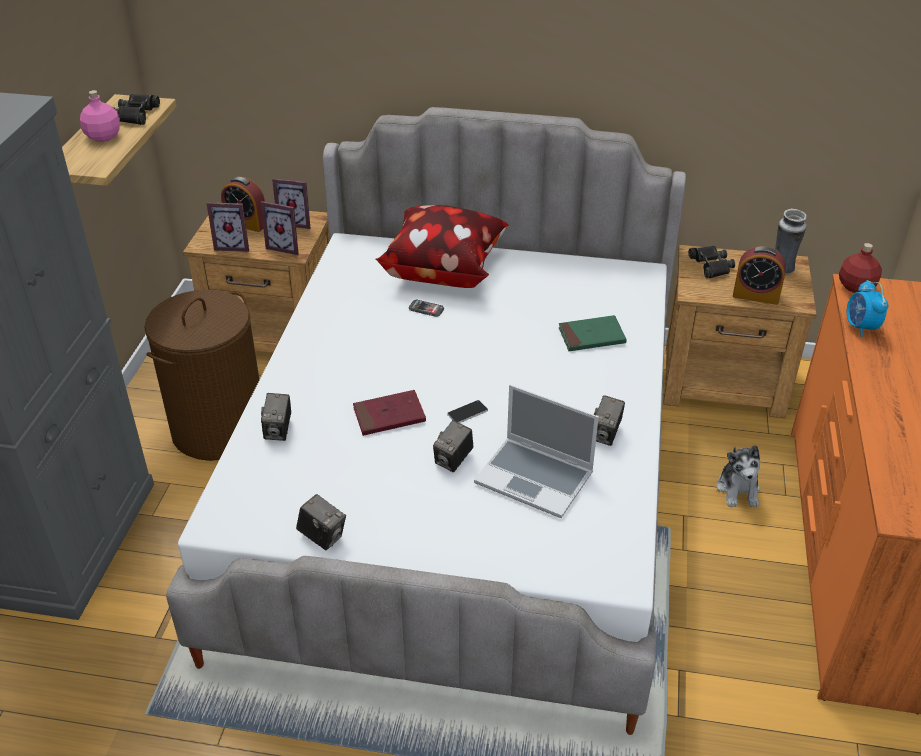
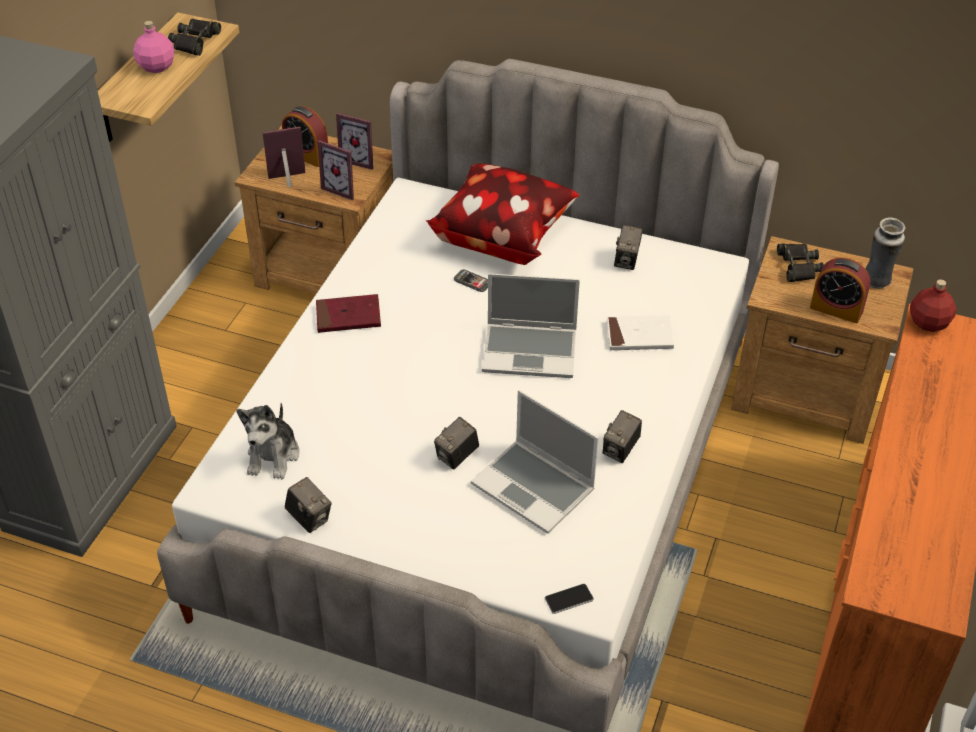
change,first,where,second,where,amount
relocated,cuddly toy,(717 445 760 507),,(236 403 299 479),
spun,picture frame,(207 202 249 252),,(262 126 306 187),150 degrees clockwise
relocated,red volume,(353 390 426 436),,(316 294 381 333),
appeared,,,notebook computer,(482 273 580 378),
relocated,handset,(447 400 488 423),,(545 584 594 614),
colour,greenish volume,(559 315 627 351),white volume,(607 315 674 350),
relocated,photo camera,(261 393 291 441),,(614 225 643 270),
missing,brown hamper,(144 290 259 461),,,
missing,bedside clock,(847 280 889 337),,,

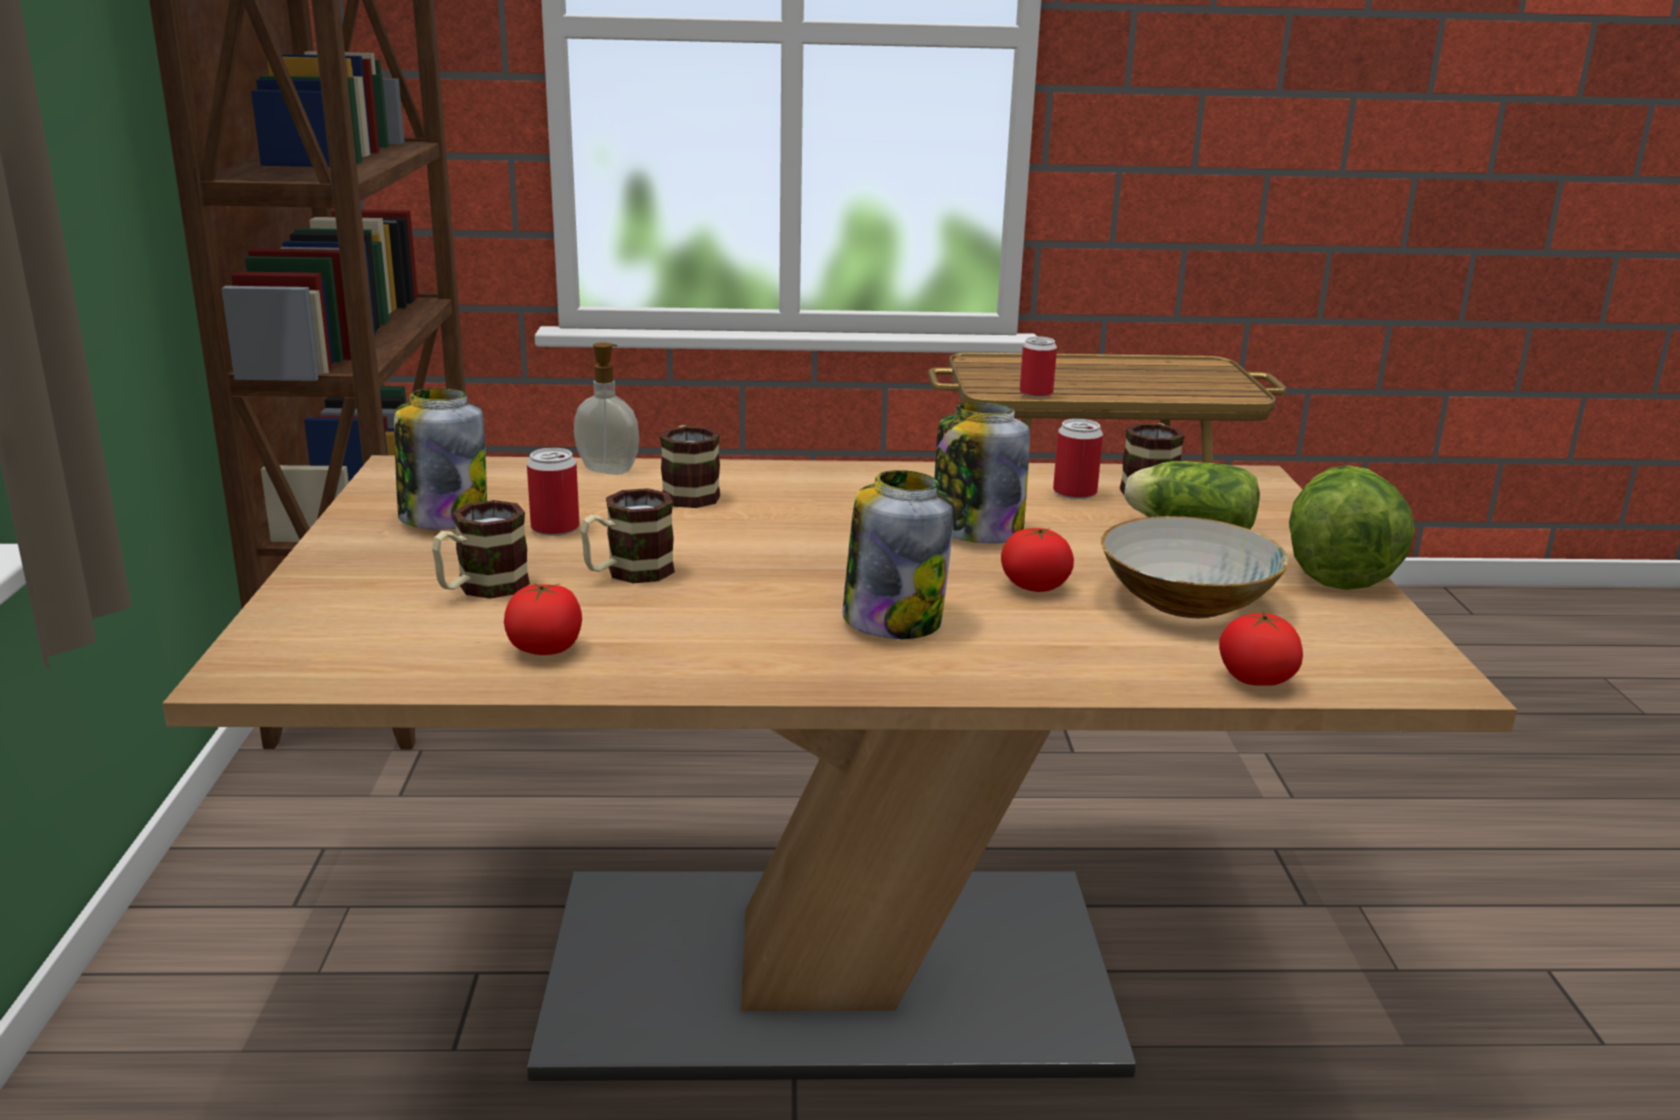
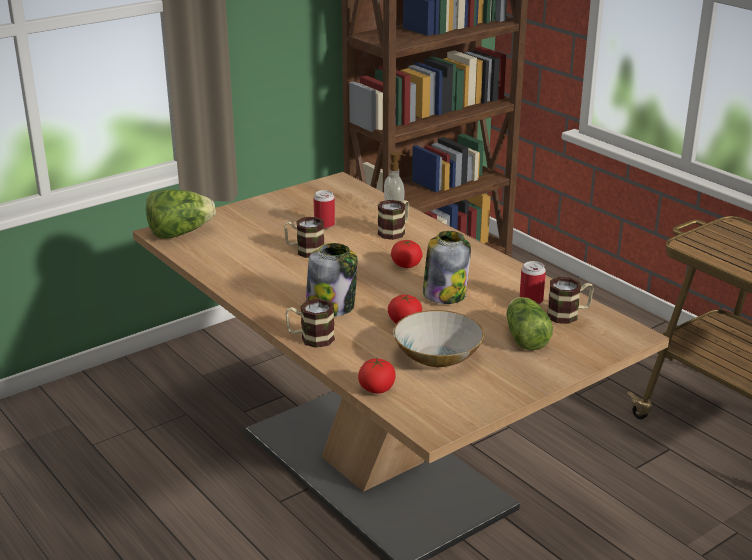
change,first,where,second,where,amount
relocated,lettuce,(1289 465 1415 590),,(146 189 216 239),
relocated,tea mug,(432 500 530 599),,(285 298 335 348),
relocated,tomato,(504 583 582 655),,(391 240 422 268),
missing,storage jar,(394 388 487 530),,,
missing,sealed can,(1020 336 1057 398),,,

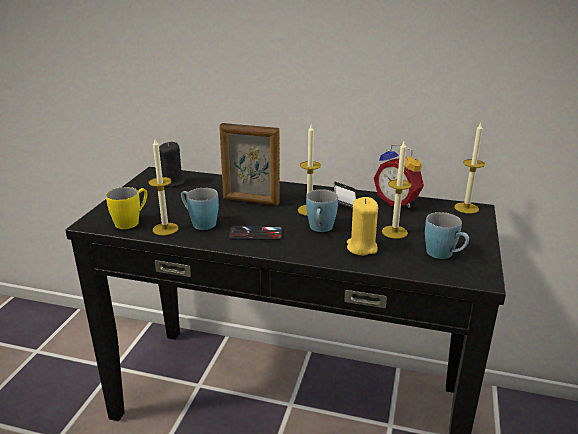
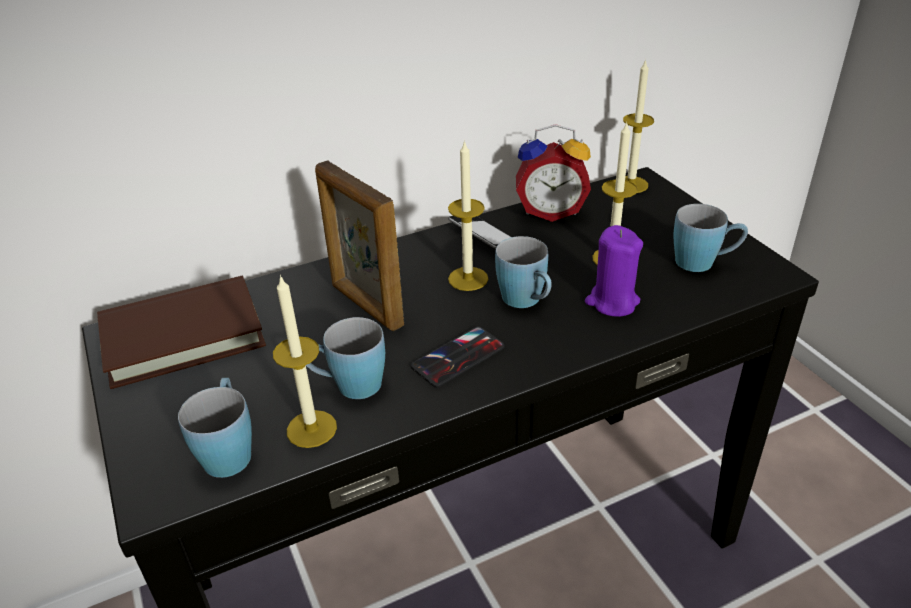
change,first,where,second,where,amount
exchanged,black-coloured candle,(159 142 186 187),brown volume,(97 276 266 389),
colour,yellow-coloured tea mug,(106 187 147 229),bluish tea mug,(178 378 252 478),
spun,picture frame,(219 123 280 205),,(315 161 404 331),75 degrees clockwise
colour,yellow-coloured candle,(347 197 378 256),purple-coloured candle,(585 225 643 317),

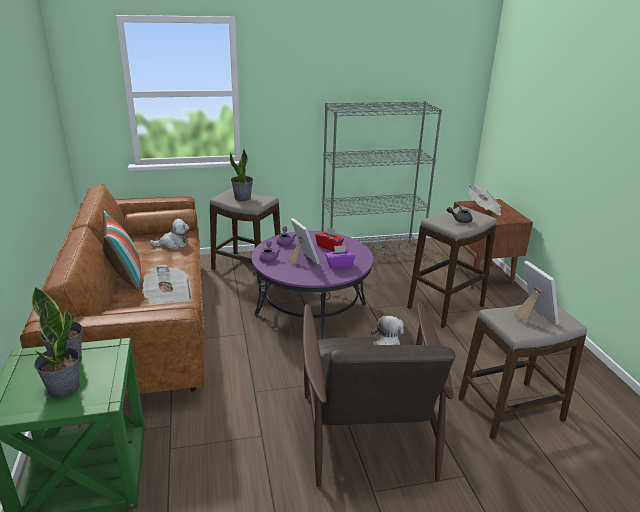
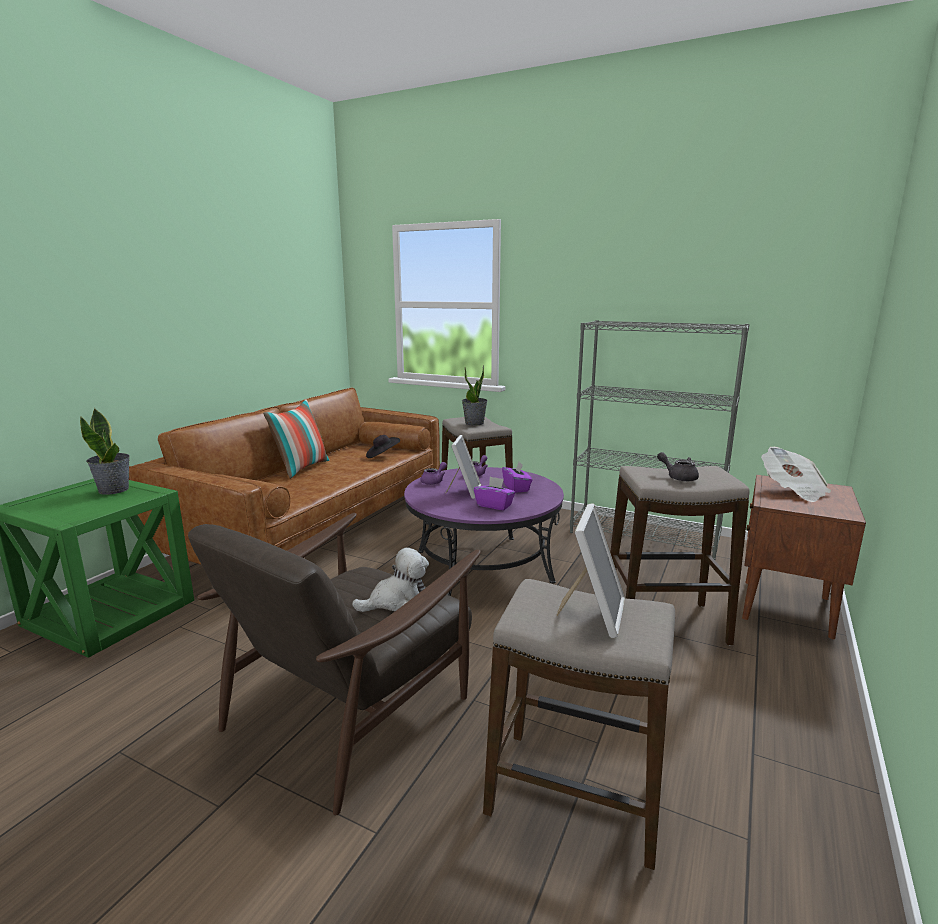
change,first,where,second,where,amount
exchanged,cuddly toy,(149 219 189 249),black-coloured hat,(366 435 400 458),
colour,red tissue holder,(315 227 344 251),purple-coloured tissue holder,(502 462 532 493),
missing,potted plant,(34 308 80 398),,,
missing,daily paper,(142 265 192 305),,,

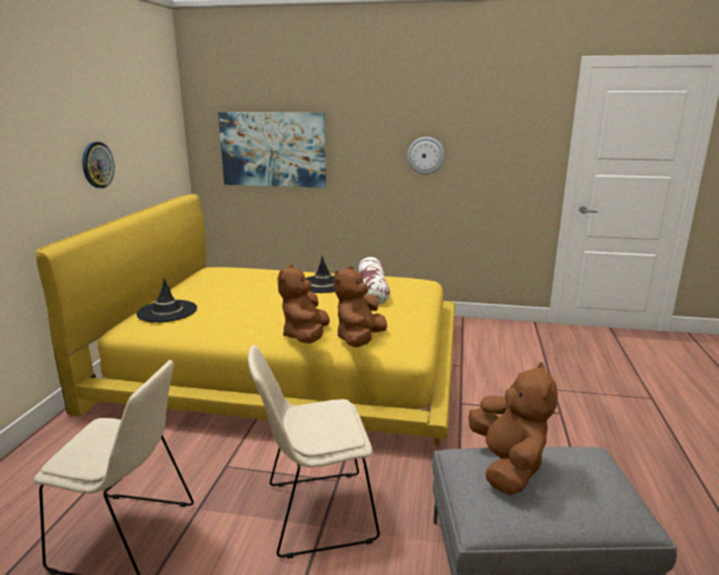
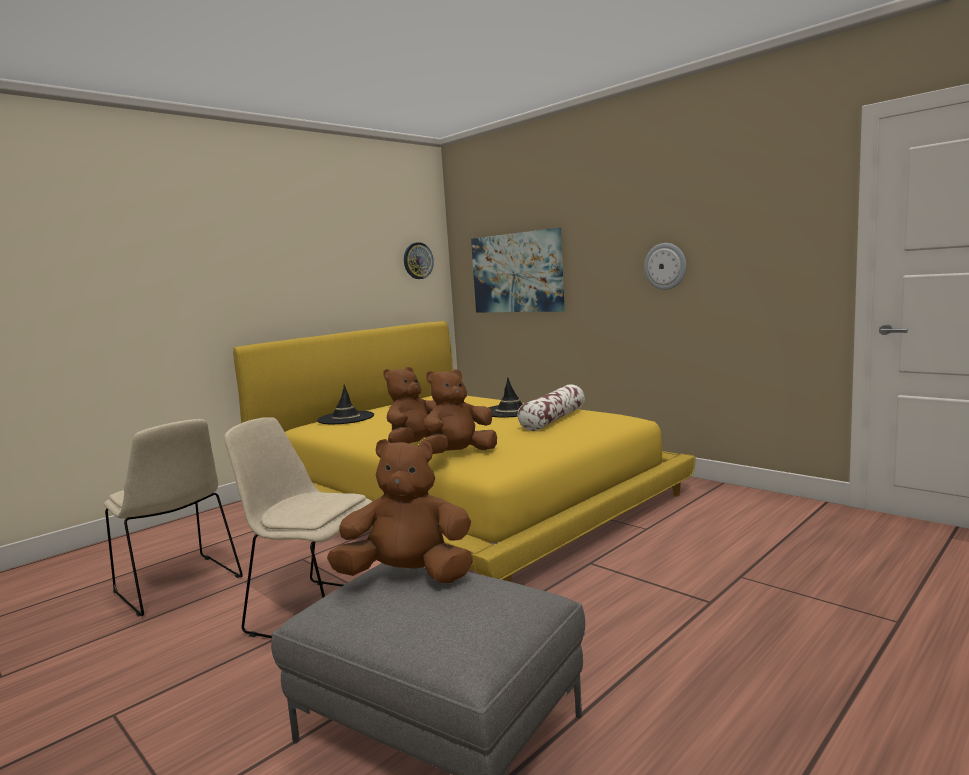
change,first,where,second,where,amount
spun,brown cuddly toy,(468 362 558 495),,(327 439 473 583),120 degrees counterclockwise
relocated,hanging clock,(82 142 115 188),,(404 242 434 279),

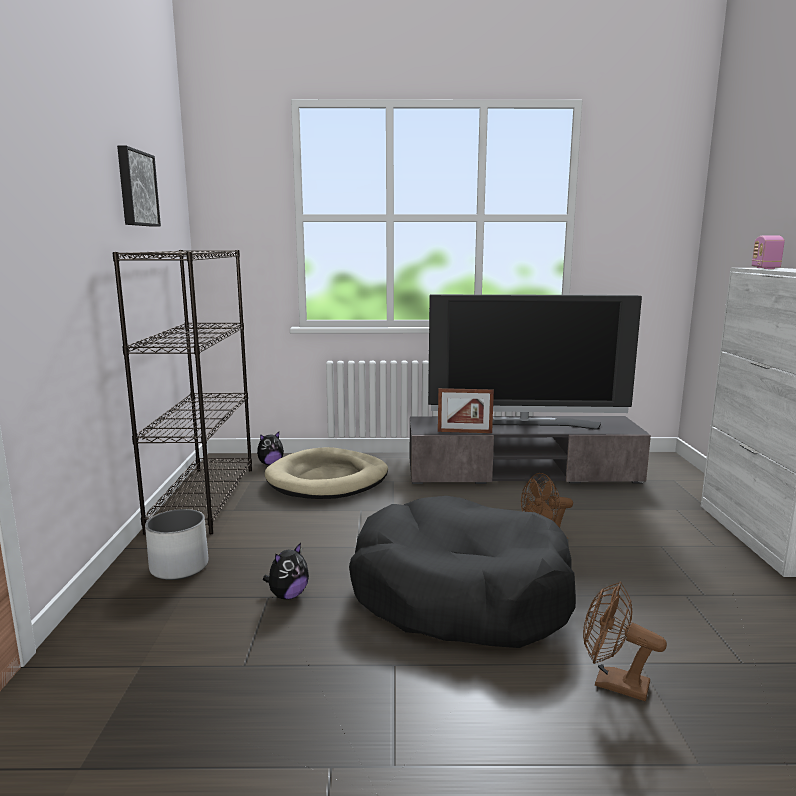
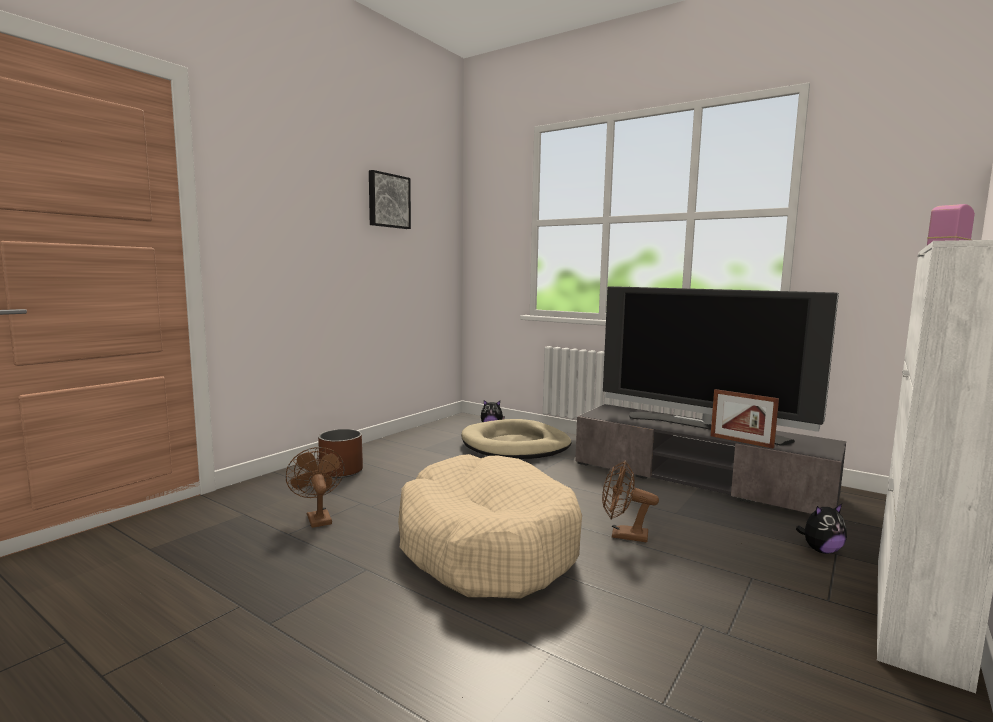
change,first,where,second,where,amount
relocated,brown electric fan,(583 581 667 701),,(285 447 345 528),
colour,white flower pot,(145 509 208 580),brown flower pot,(318 429 363 478),
colour,black-coloured pet bed,(349 496 576 648),sand-coloured pet bed,(398 454 582 599),
relocated,picture frame,(438 388 494 433),,(711 389 779 449),
relocated,cuddly toy,(263 543 309 600),,(796 504 847 554),
missing,black-coloured bookcase,(112 250 252 535),,,

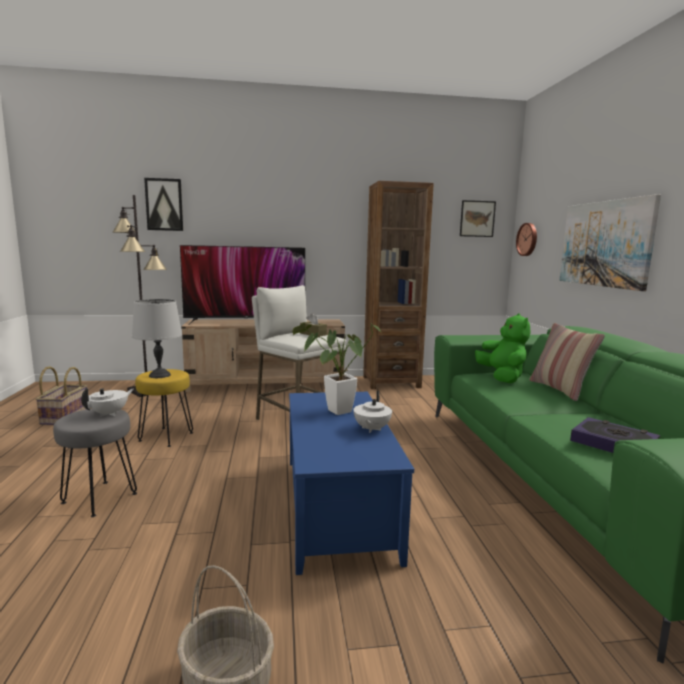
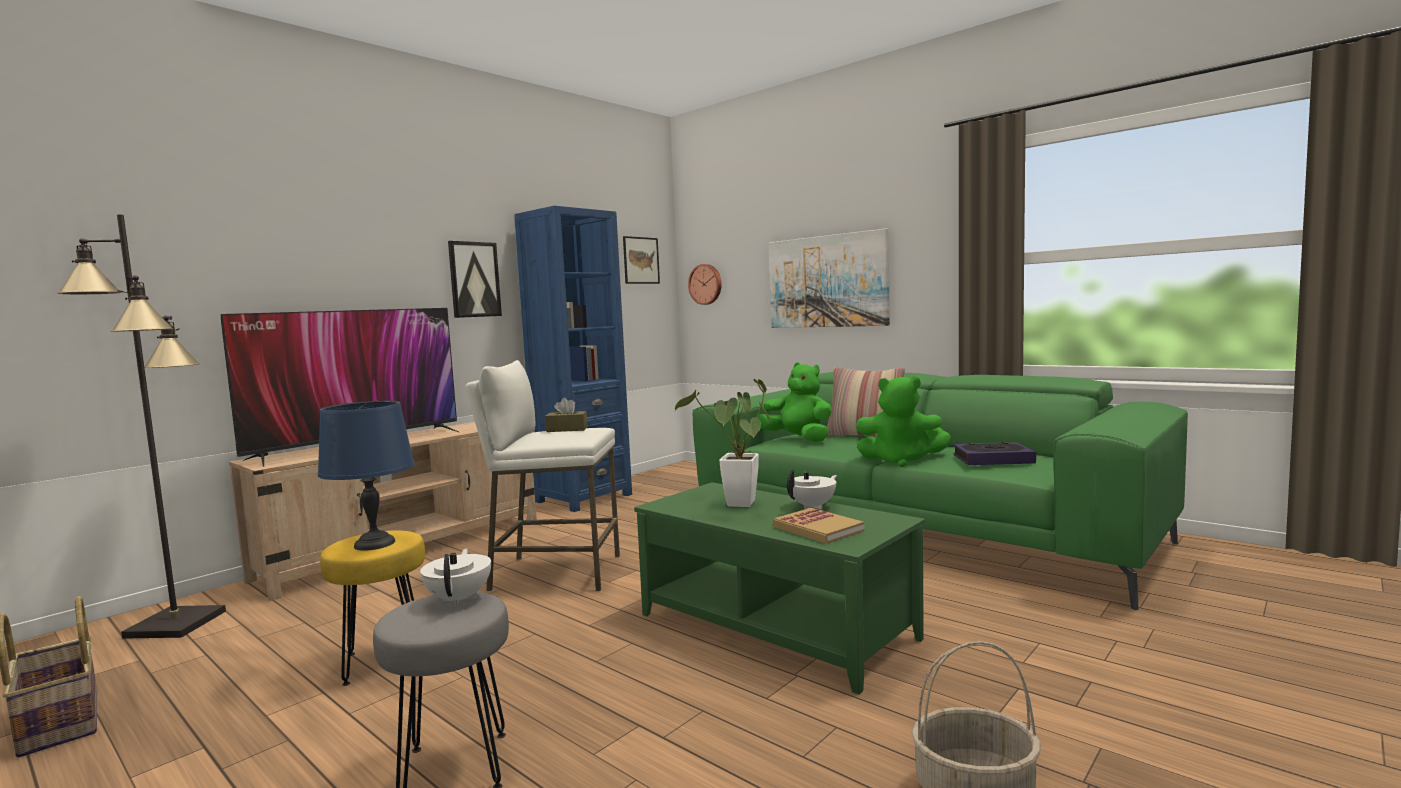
change,first,where,second,where,amount
colour,greyish tabletop lamp,(132 299 182 378),bluish tabletop lamp,(318 401 414 551),
relocated,picture,(144 178 183 231),,(448 241 502 318),
colour,brown bookcase,(363 181 434 389),bluish bookcase,(514 206 632 512),
colour,bluish lounge table,(289 392 414 575),greenish lounge table,(634 482 925 694),
appeared,,,volume,(773 508 864 544),
spun,white teapot,(353 391 392 433),,(787 469 837 510),105 degrees counterclockwise
appeared,,,greenish cuddly toy,(856 376 951 467),

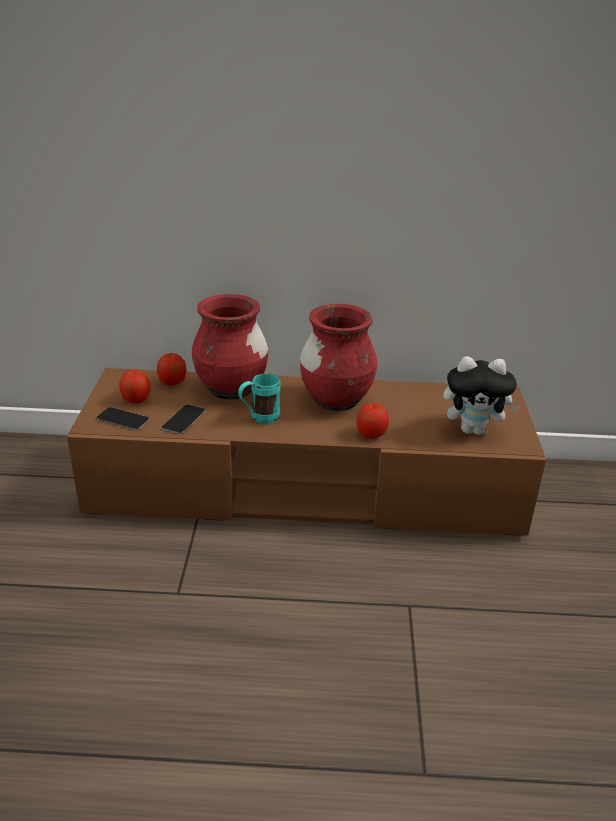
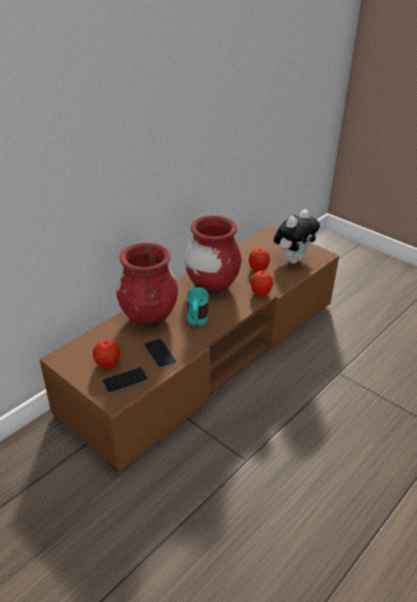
change,first,where,second,where,amount
relocated,apple,(157 353 187 386),,(248 248 270 272),

